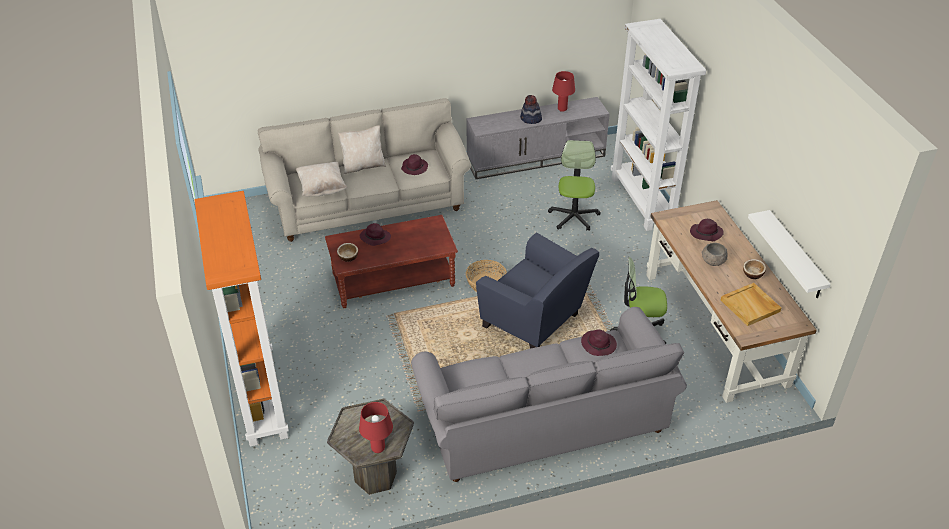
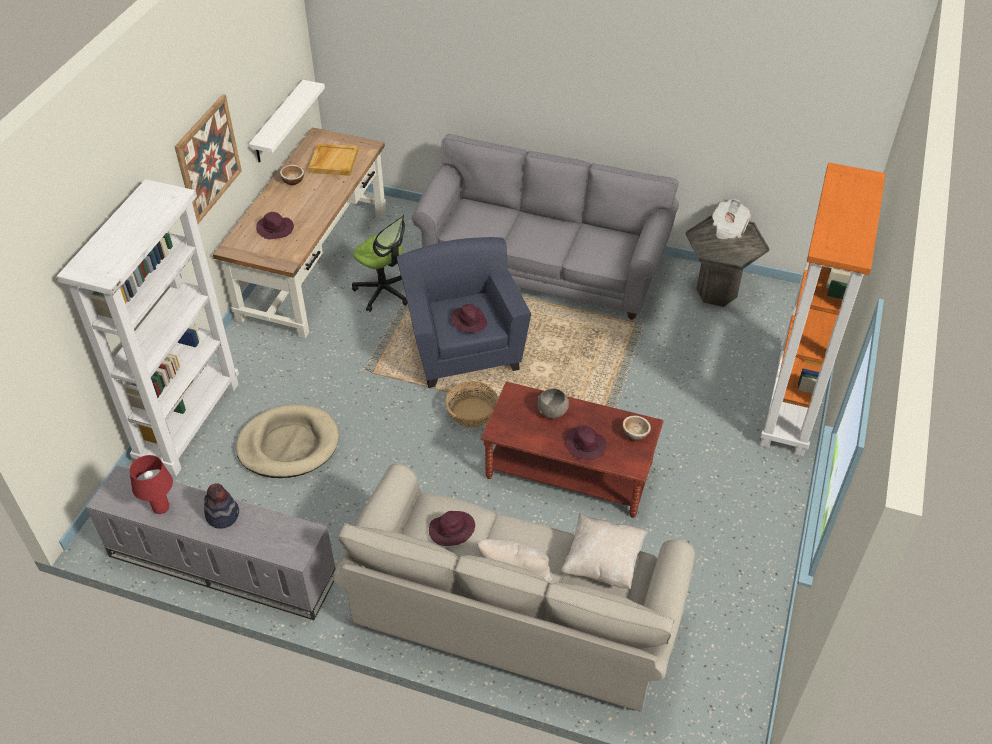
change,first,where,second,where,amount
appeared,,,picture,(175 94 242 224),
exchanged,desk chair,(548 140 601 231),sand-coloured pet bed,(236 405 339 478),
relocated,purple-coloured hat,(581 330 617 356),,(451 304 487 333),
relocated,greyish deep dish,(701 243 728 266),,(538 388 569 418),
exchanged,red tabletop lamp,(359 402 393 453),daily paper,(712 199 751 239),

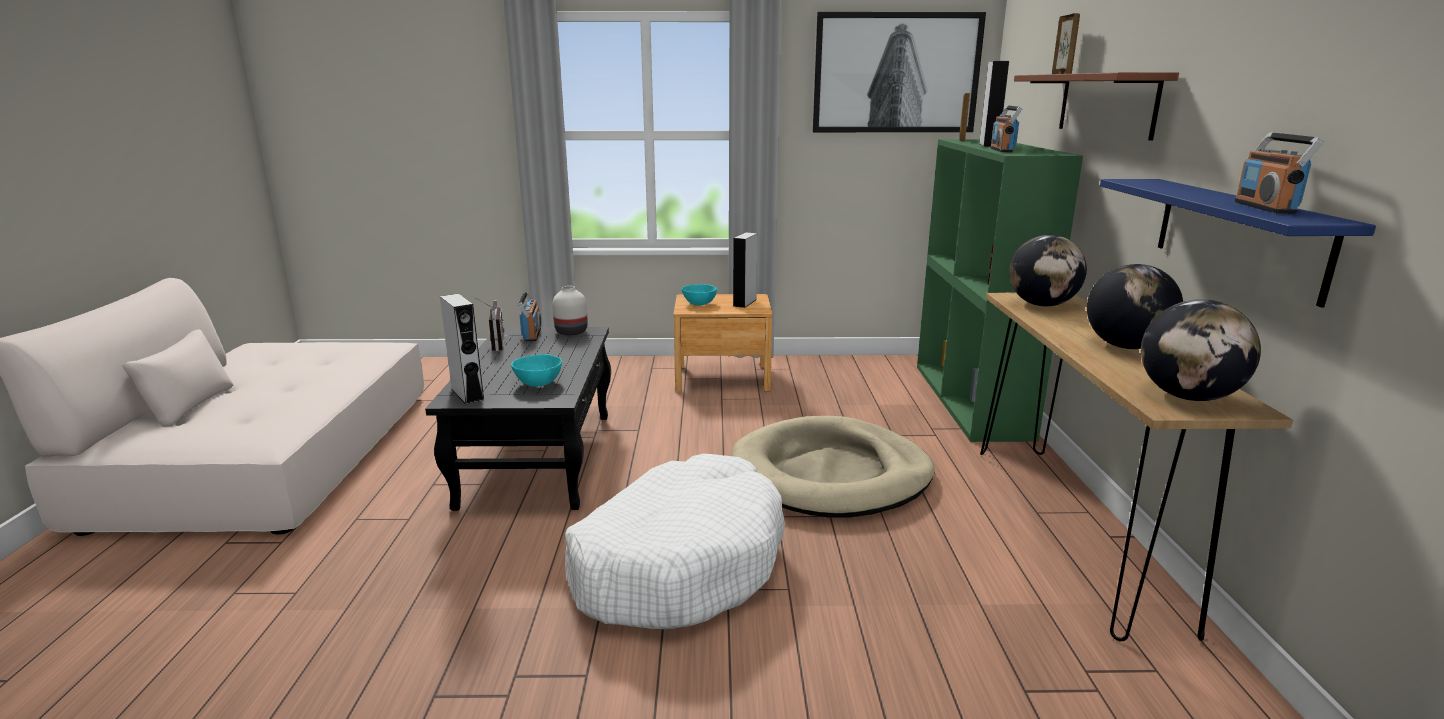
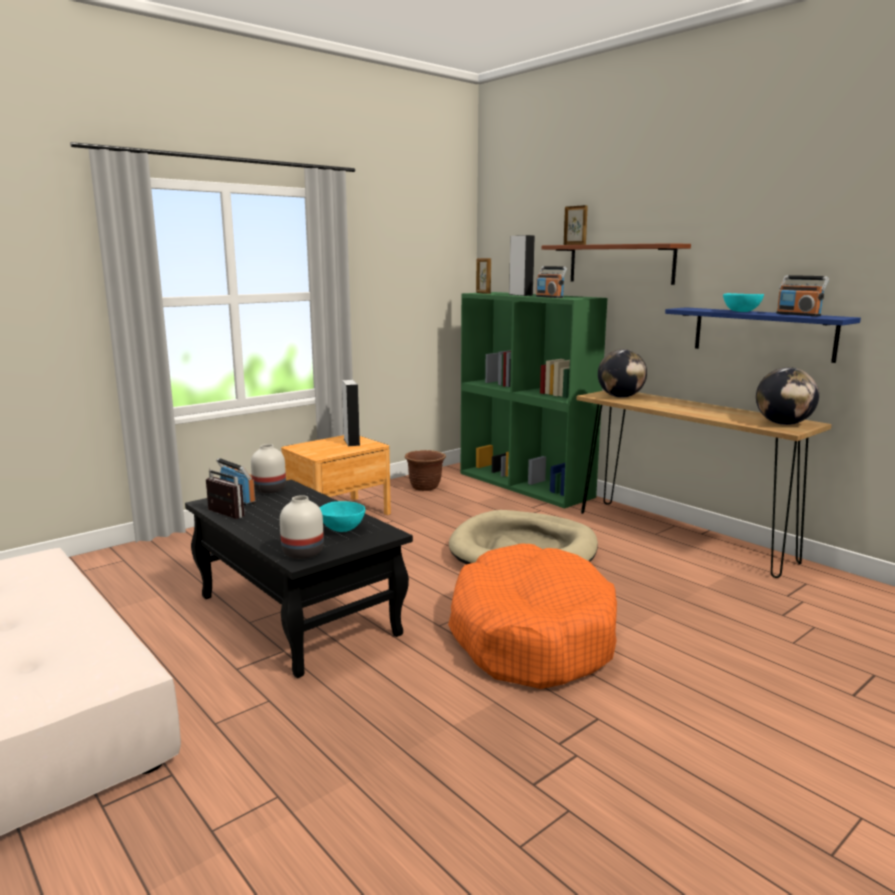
change,first,where,second,where,amount
exchanged,greyish audio speaker,(440 294 484 404),white decorative vase,(280 495 324 559),
appeared,,,brown flower pot,(405 450 446 491),
colour,white pet bed,(565 454 785 629),orange pet bed,(448 543 617 689),
relocated,blue-green deep dish,(682 284 717 306),,(723 293 764 312),
missing,picture,(813 12 986 132),,,
missing,desk globe,(1087 264 1183 349),,,

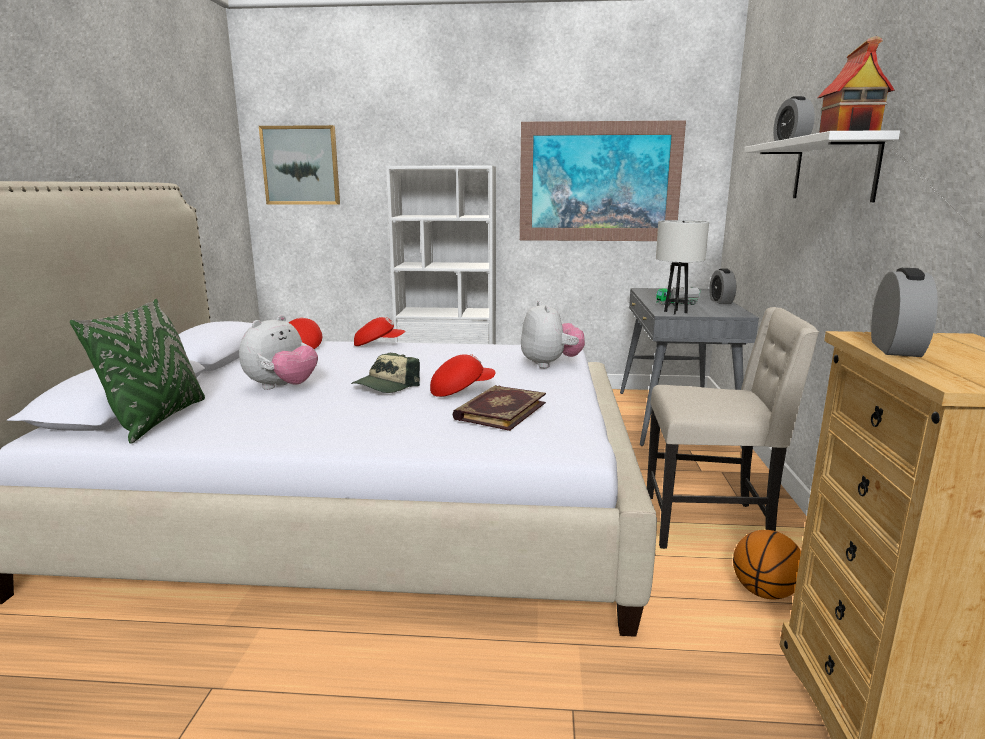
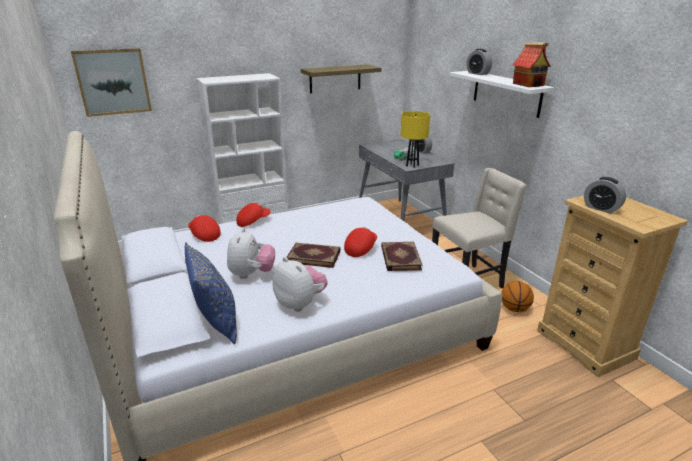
change,first,where,second,where,amount
colour,greenish pillow,(70 299 205 444),bluish pillow,(185 243 237 344),
relocated,cuddly toy,(521 301 585 368),,(273 257 328 312),
exchanged,peaked cap,(351 353 420 393),volume,(286 243 341 268),
exchanged,picture,(520 120 686 241),bracket shelf,(301 64 381 93),
colour,white tabletop lamp,(656 220 709 314),yellow-coloured tabletop lamp,(401 111 430 168),
spun,bedside clock,(871 268 938 357),,(584 177 626 214),150 degrees clockwise

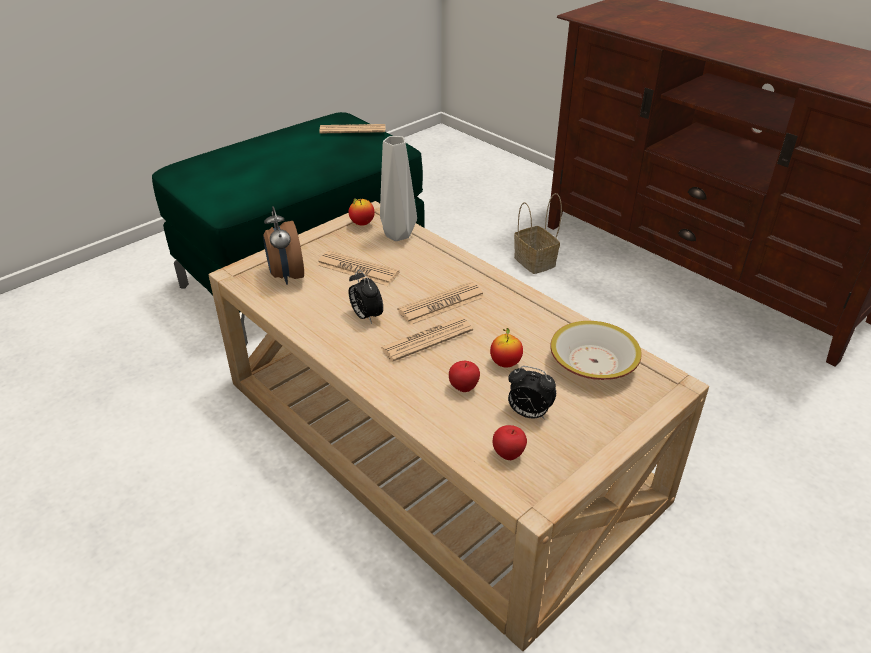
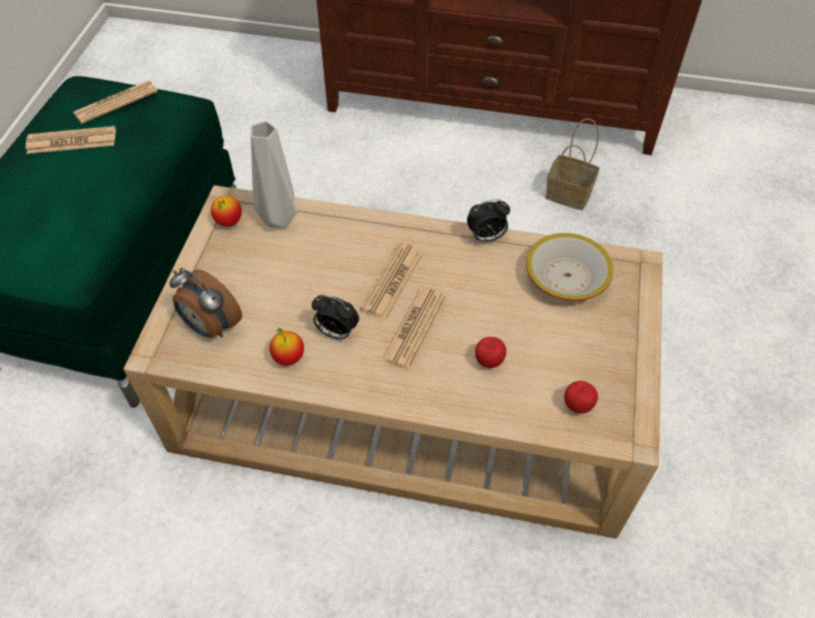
change,first,where,second,where,amount
relocated,daily paper,(317 251 399 286),,(26 126 116 154),
relocated,apple,(490 328 523 367),,(270 328 304 366),
relocated,bedside clock,(508 366 556 419),,(467 199 510 242),
relocated,storage basket,(514 193 562 274),,(545 118 600 210),

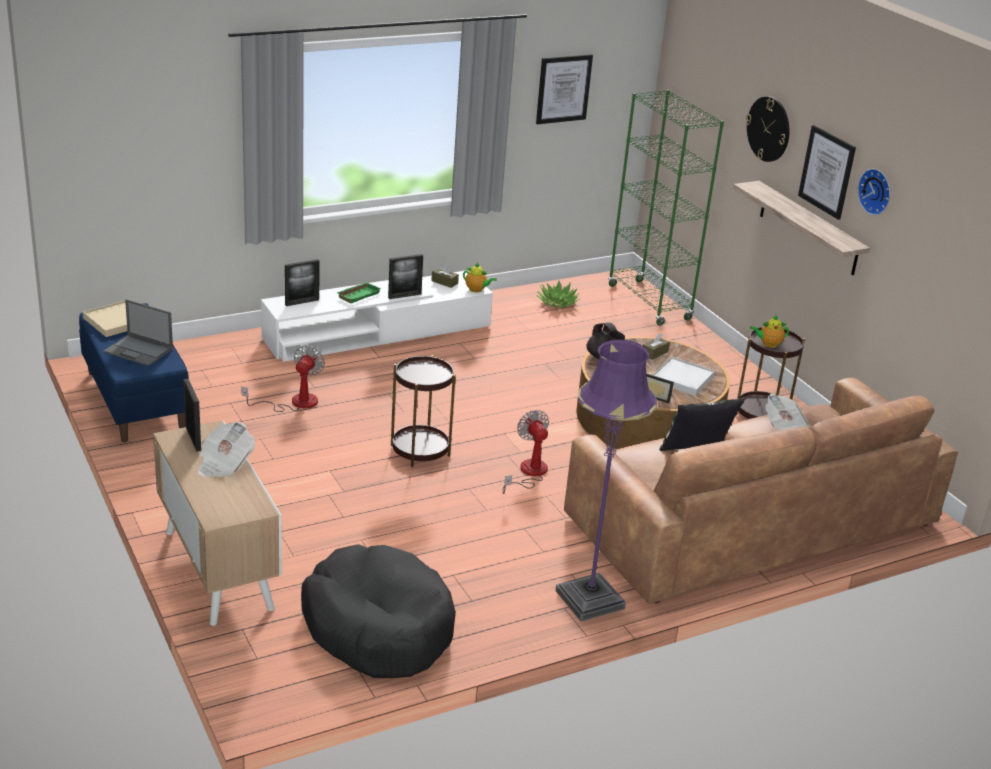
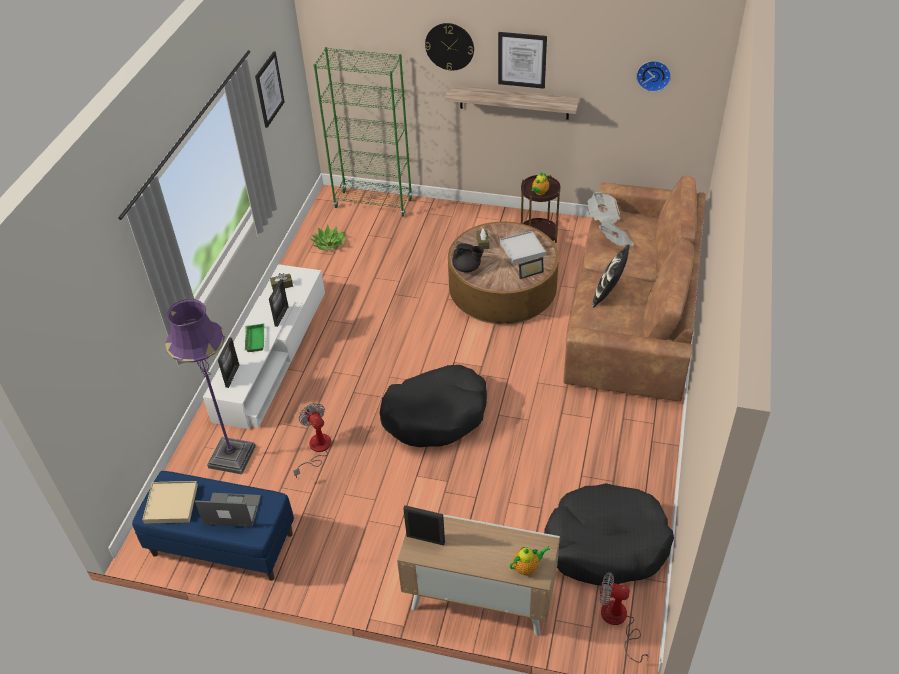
change,first,where,second,where,amount
relocated,purple-coloured standard lamp,(555 339 657 622),,(165 299 256 474),
spun,notebook computer,(104 299 173 366),,(195 493 261 527),150 degrees counterclockwise
exchanged,brown accent table,(391 355 456 467),black-coloured pet bed,(380 365 487 447),
relocated,teapot,(463 263 497 292),,(510 546 550 575),
relocated,daily paper,(198 422 255 477),,(588 192 620 224),
relocated,electric fan,(502 410 549 494),,(600 572 650 663),
relocated,hanging clock,(857 169 890 215),,(636 61 671 92),

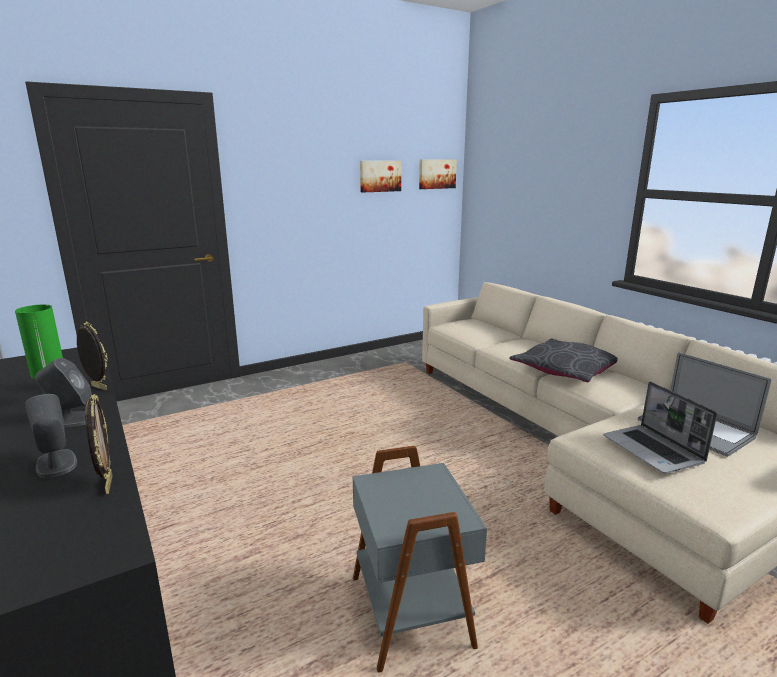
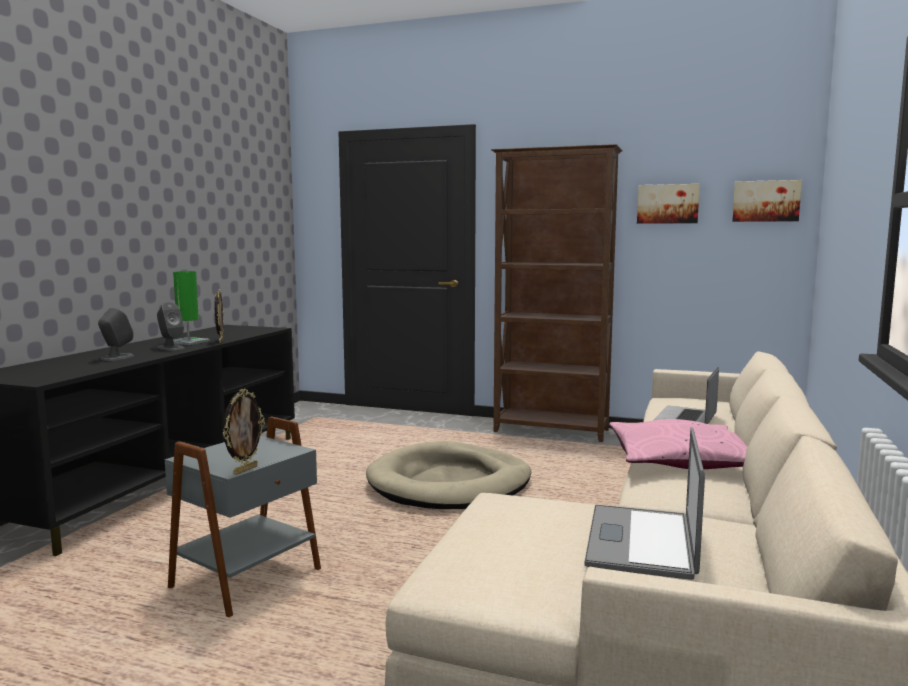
change,first,where,second,where,amount
relocated,picture frame,(85 394 113 494),,(223 389 265 475),
appeared,,,sand-coloured pet bed,(366 441 531 509),
appeared,,,brown bookcase,(491 144 623 442),
colour,greyish pillow,(509 338 618 382),pink pillow,(609 419 748 469),
relocated,notebook computer,(603 381 717 474),,(654 367 719 424),

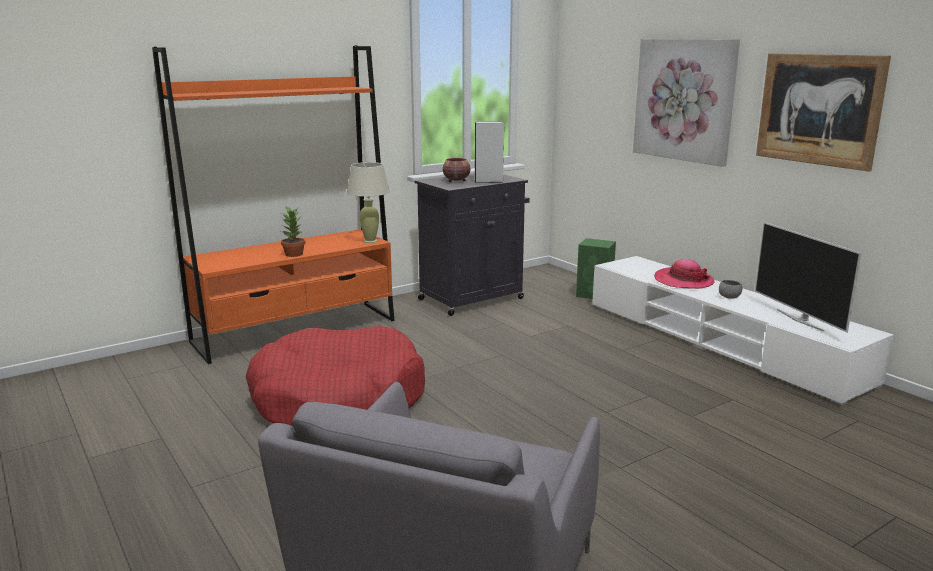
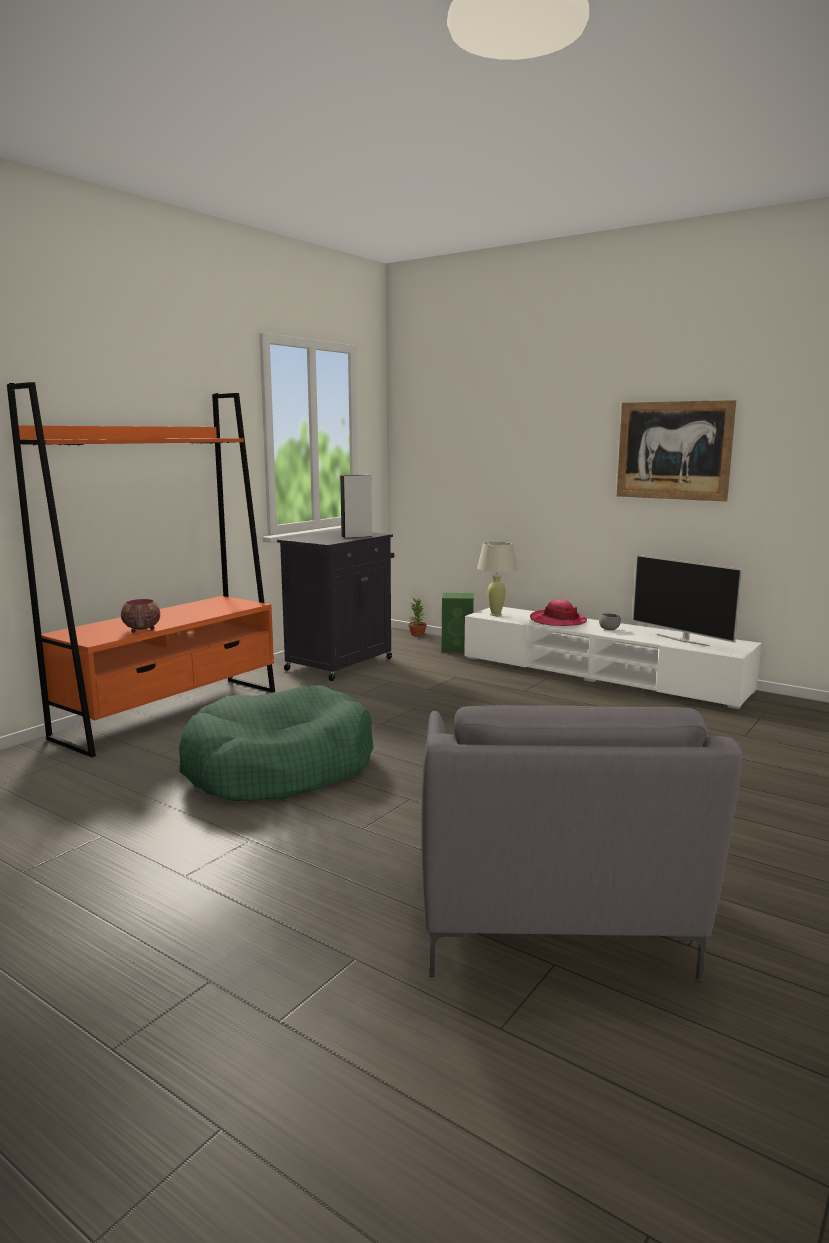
change,first,where,second,where,amount
relocated,deep dish,(442 158 470 182),,(121 599 160 633),
colour,red pet bed,(246 326 425 426),greenish pet bed,(179 686 374 801),
relocated,potted plant,(281 206 305 257),,(408 597 427 636),
relocated,sand-coloured tabletop lamp,(347 162 390 243),,(477 541 517 616),
missing,picture,(633 39 740 167),,,

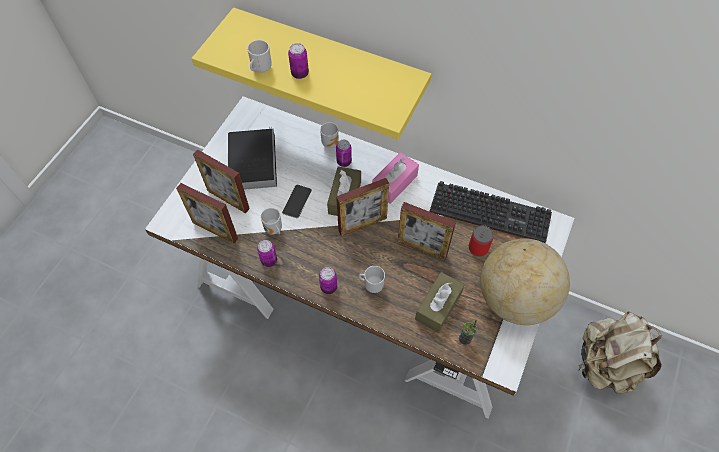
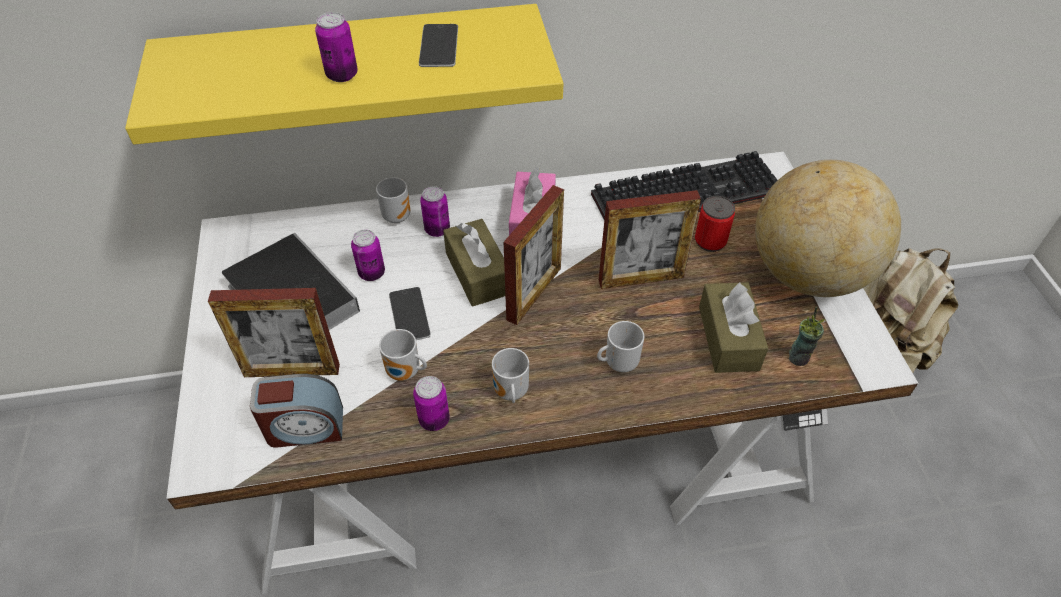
change,first,where,second,where,amount
exchanged,picture frame,(176 183 238 243),bedside clock,(250 374 343 448),
relocated,sealed can,(319 267 337 294),,(351 230 385 281),
appeared,,,handset,(419 24 458 67),
relocated,tea mug,(247 40 272 73),,(492 348 529 403),

